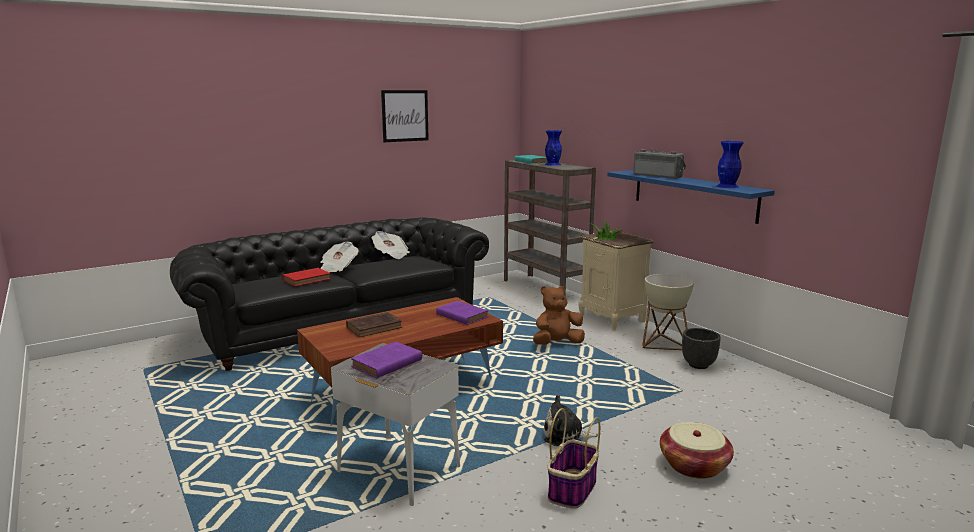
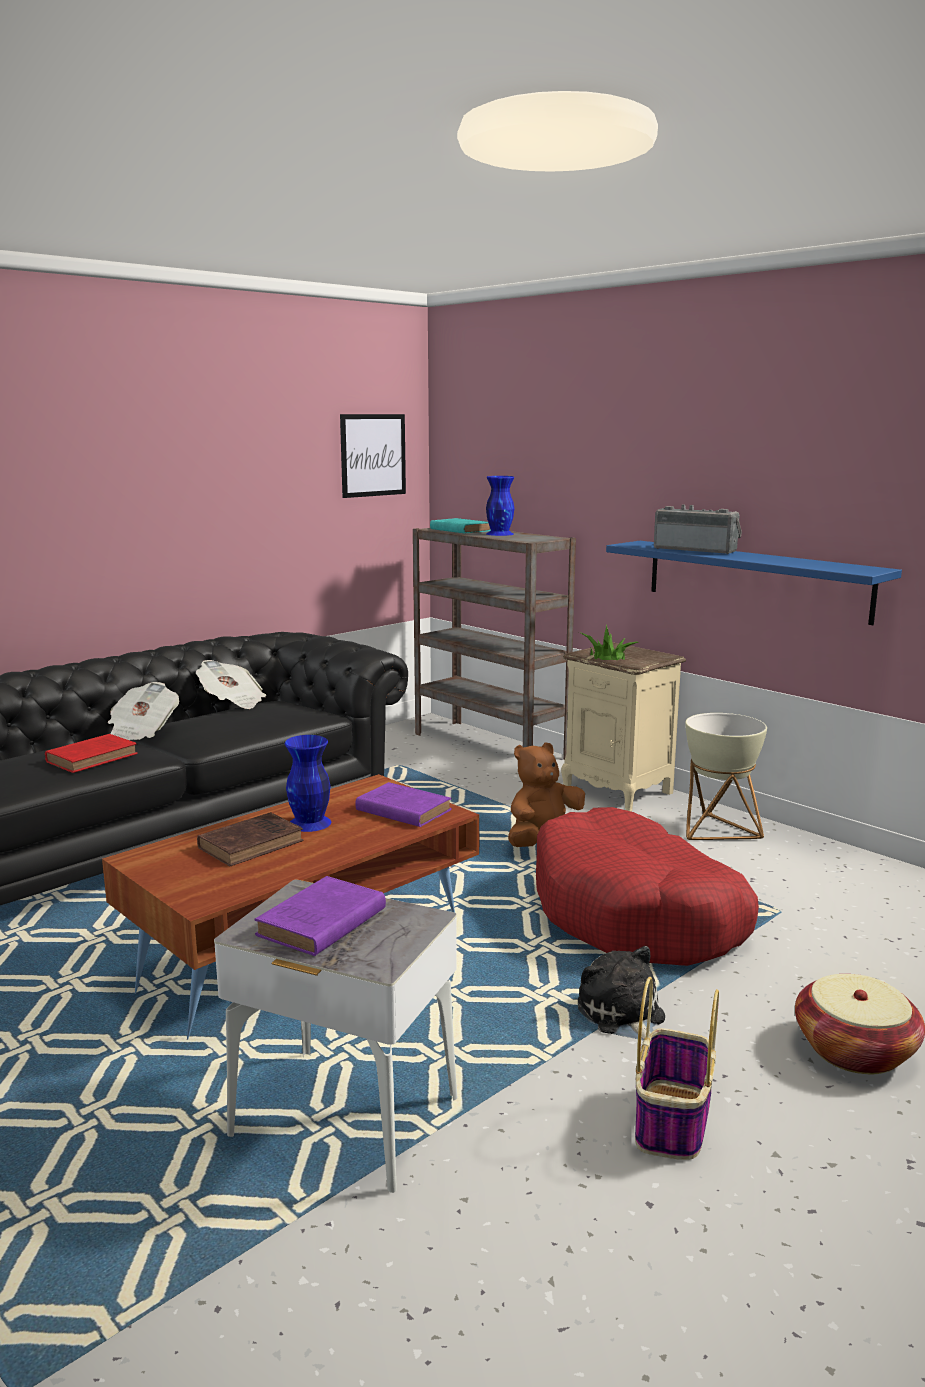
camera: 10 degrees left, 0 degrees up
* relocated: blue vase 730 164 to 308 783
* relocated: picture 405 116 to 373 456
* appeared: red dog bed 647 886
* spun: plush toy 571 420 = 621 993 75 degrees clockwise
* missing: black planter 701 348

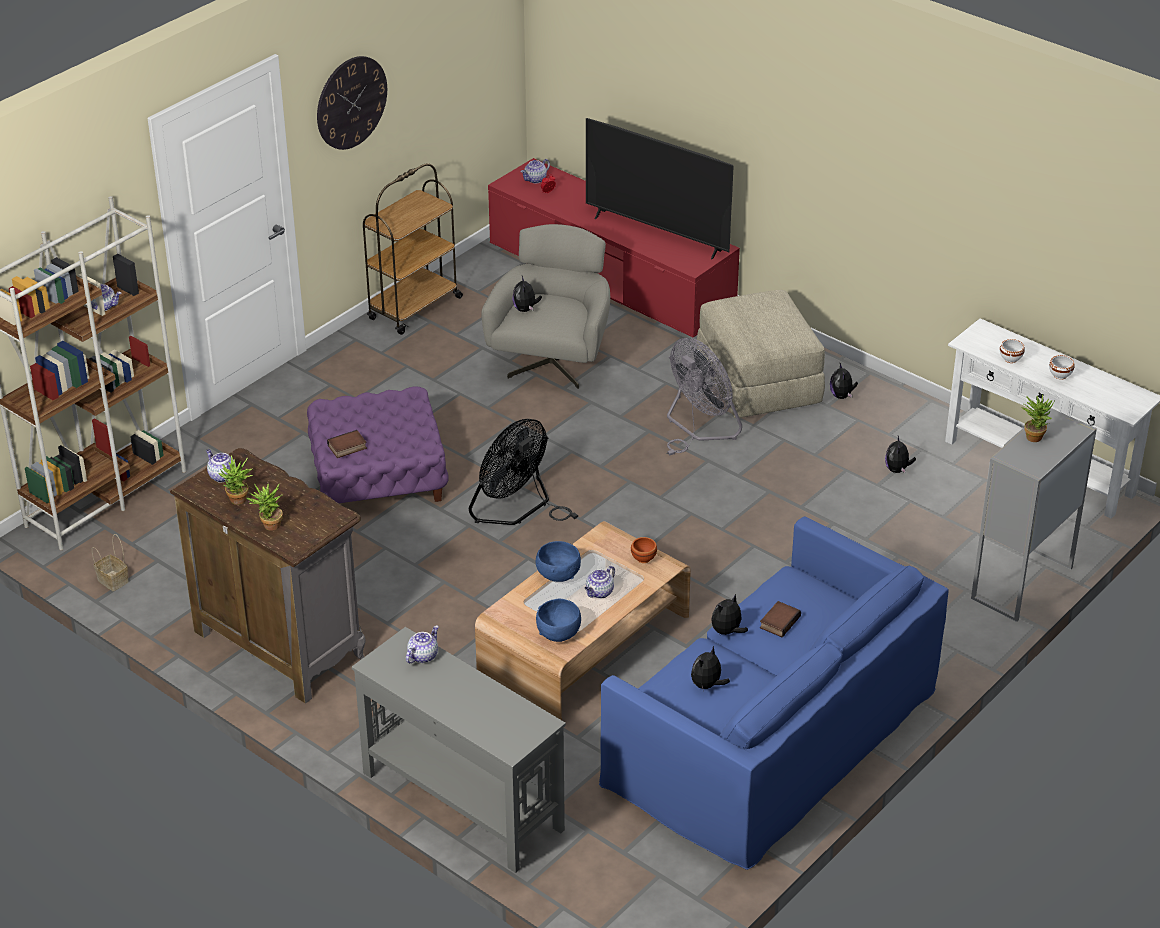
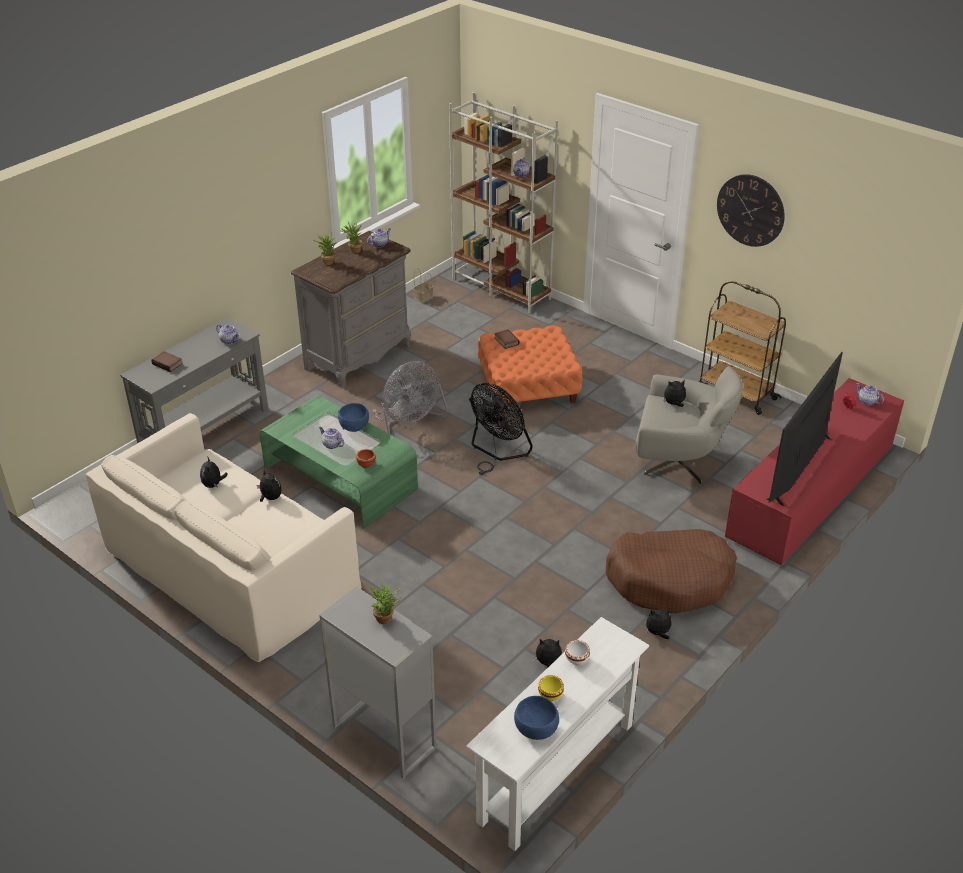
camera: 90 degrees right, 0 degrees up
* colour: blue sofa 774 693 to beige sofa 224 537
* relocated: book 780 619 to 167 361
* spun: plush toy 710 668 = 214 472 135 degrees counterclockwise
* colour: brown coffee table 583 620 to green coffee table 339 462
* relocated: grey fan 704 397 to 410 397
* colour: purple ottoman 378 445 to orange ottoman 530 369
* relocated: blue bowl 558 620 to 536 718
* colour: white bowl 1061 367 to yellow bowl 551 688
* exchanged: beige ottoman 761 354 to brown dog bed 671 571

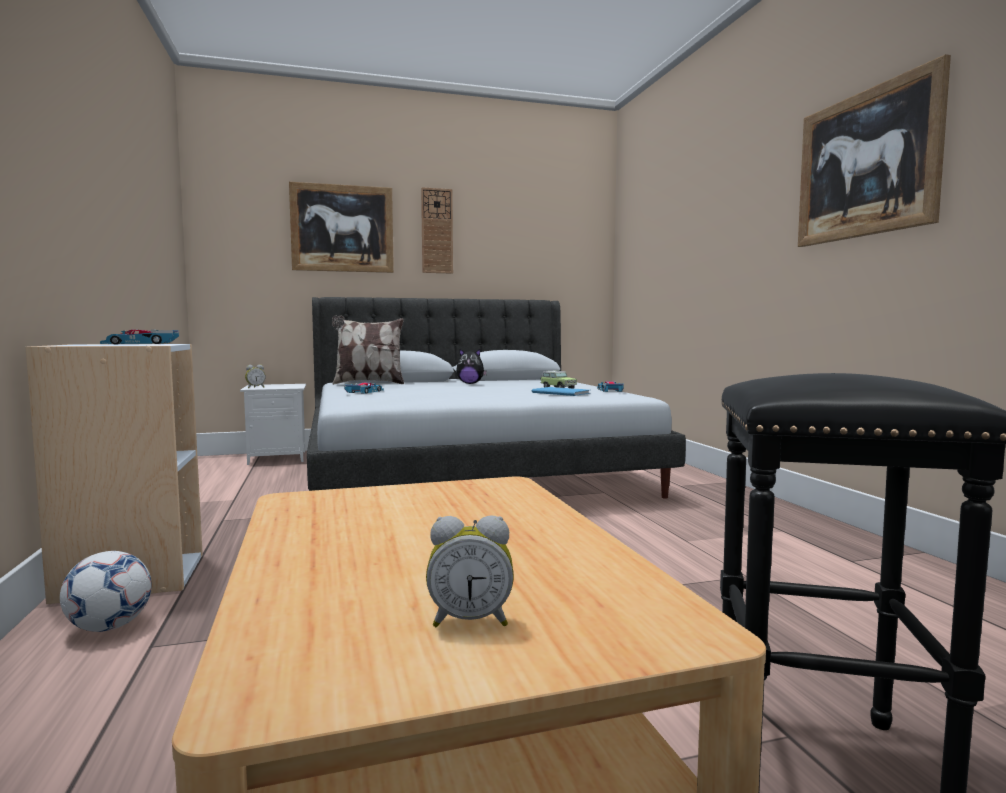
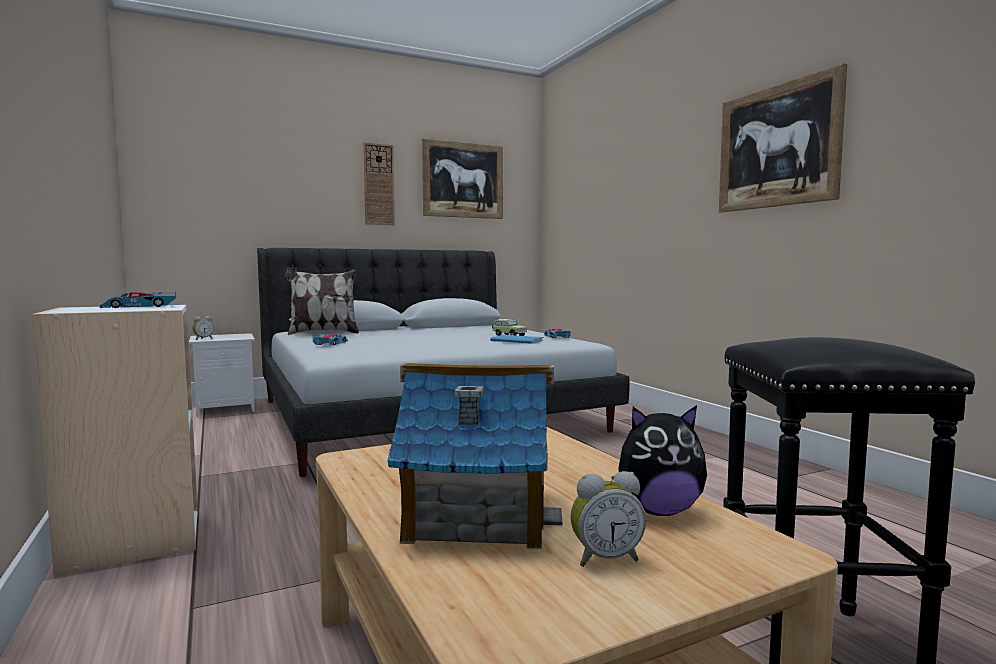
camera: 10 degrees left, 0 degrees up
* appeared: toy house 474 456
* relocated: picture 341 227 to 462 179
* relocated: plush toy 471 366 to 662 460
* missing: football 106 591

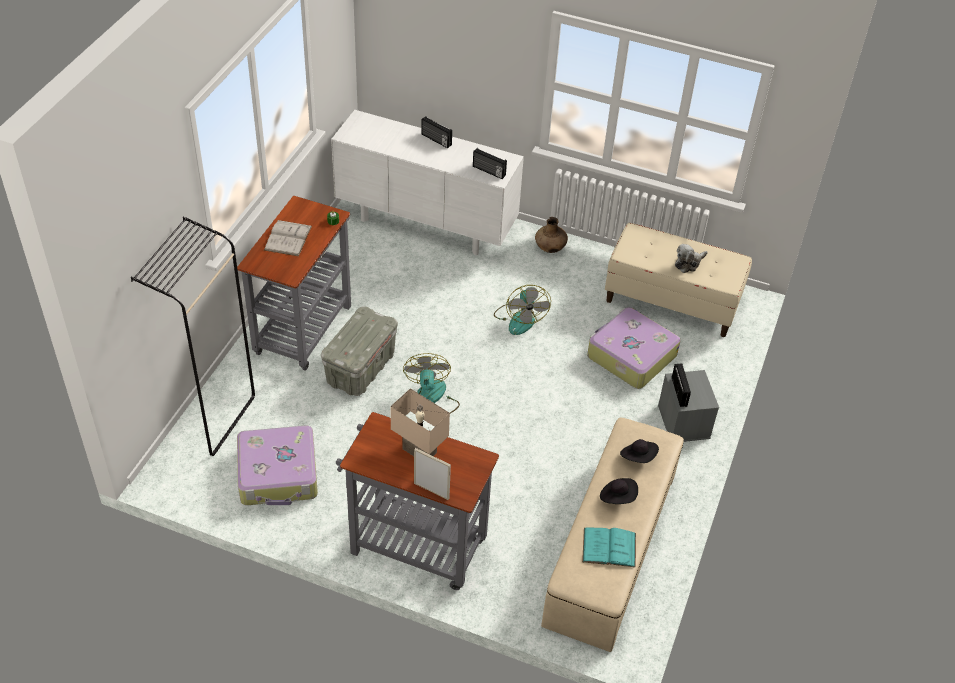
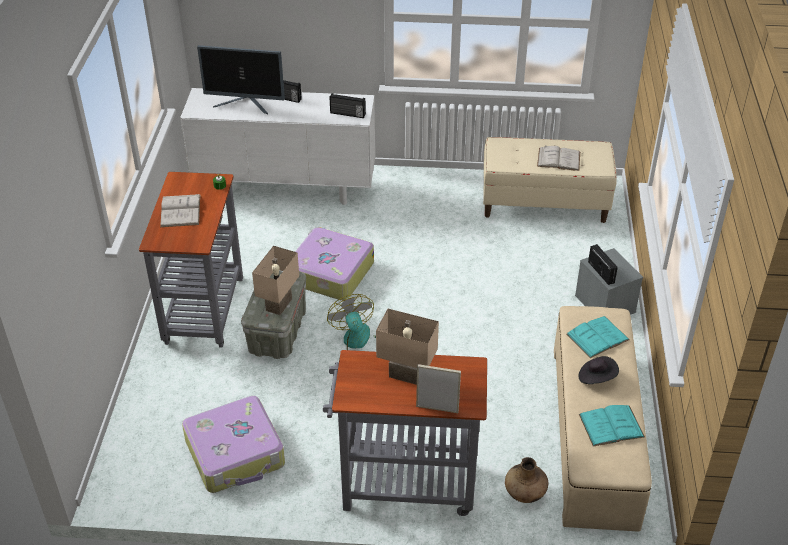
camera: 15 degrees left, 5 degrees down
* appeared: monitor 241 79
* appeared: beige table lamp 275 280
* relocated: suitcase 634 348 to 334 264
* relocated: brown vase 551 235 to 526 480
* exchanged: plush toy 691 258 to white book 558 158
* exchanged: black hat 639 451 to turquoise book 598 337
* missing: black clothes rack 193 336
* missing: fan 522 310

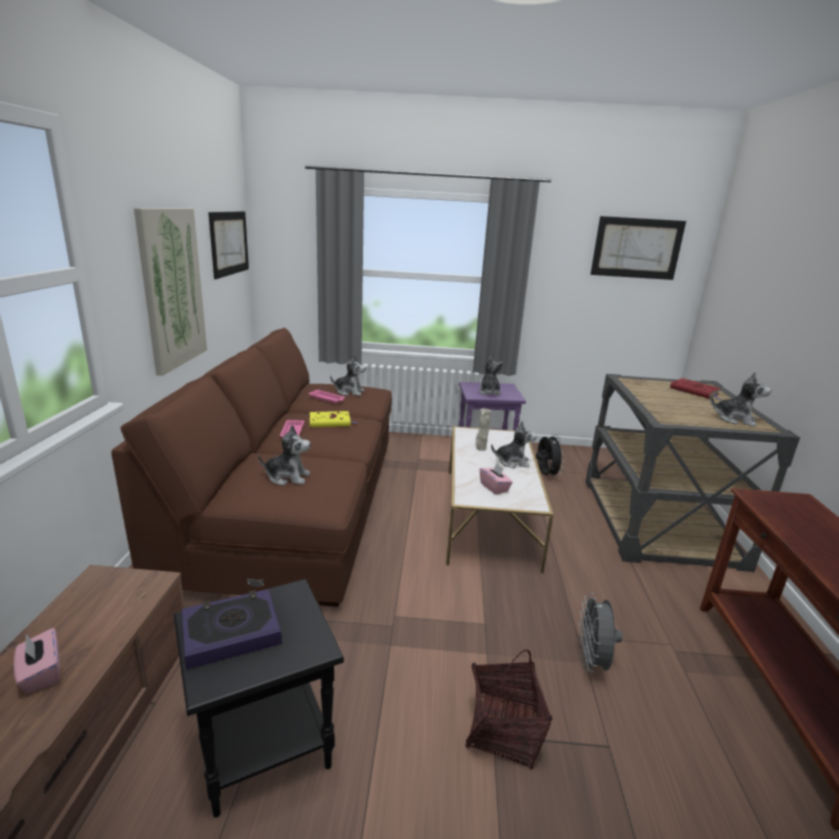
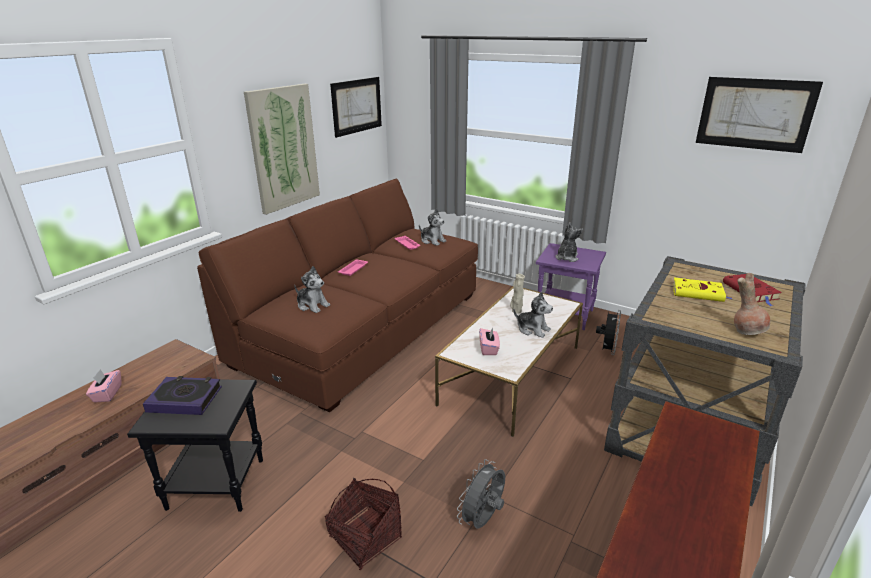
camera: 30 degrees right, 5 degrees up
* relocated: yellow book 333 419 to 702 290
* exchanged: plush toy 740 399 to brown vase 752 304

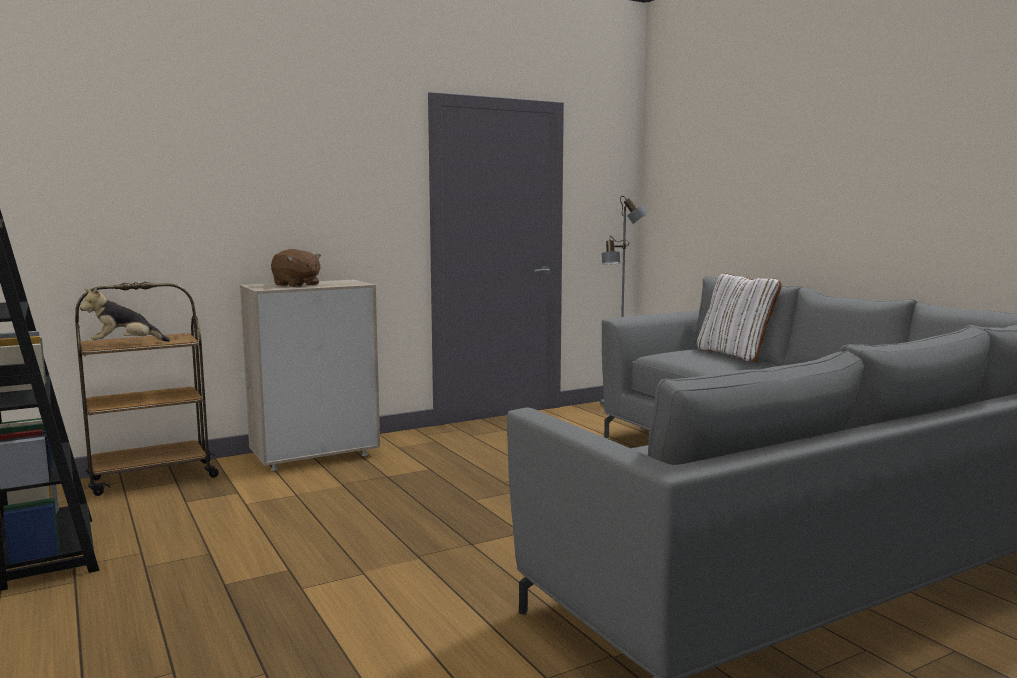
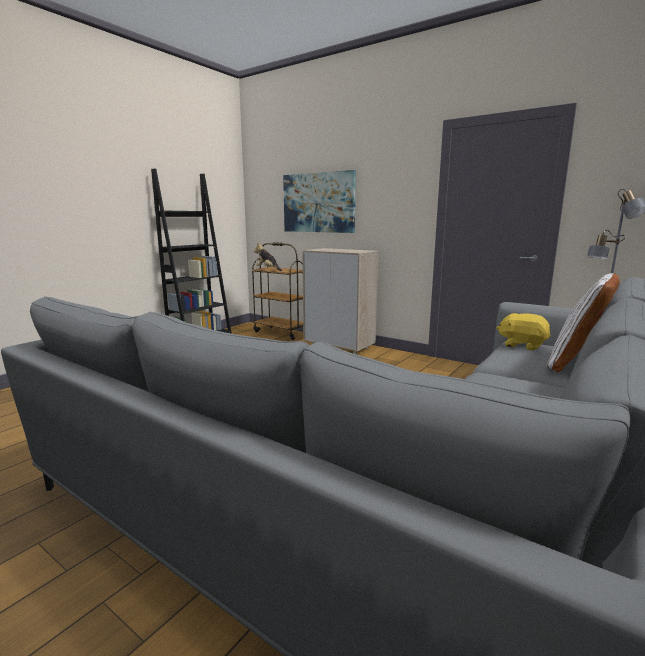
camera: 65 degrees right, 5 degrees up
* appeared: picture 319 201
* appeared: yellow plush toy 524 332
* missing: brown plush toy 296 268

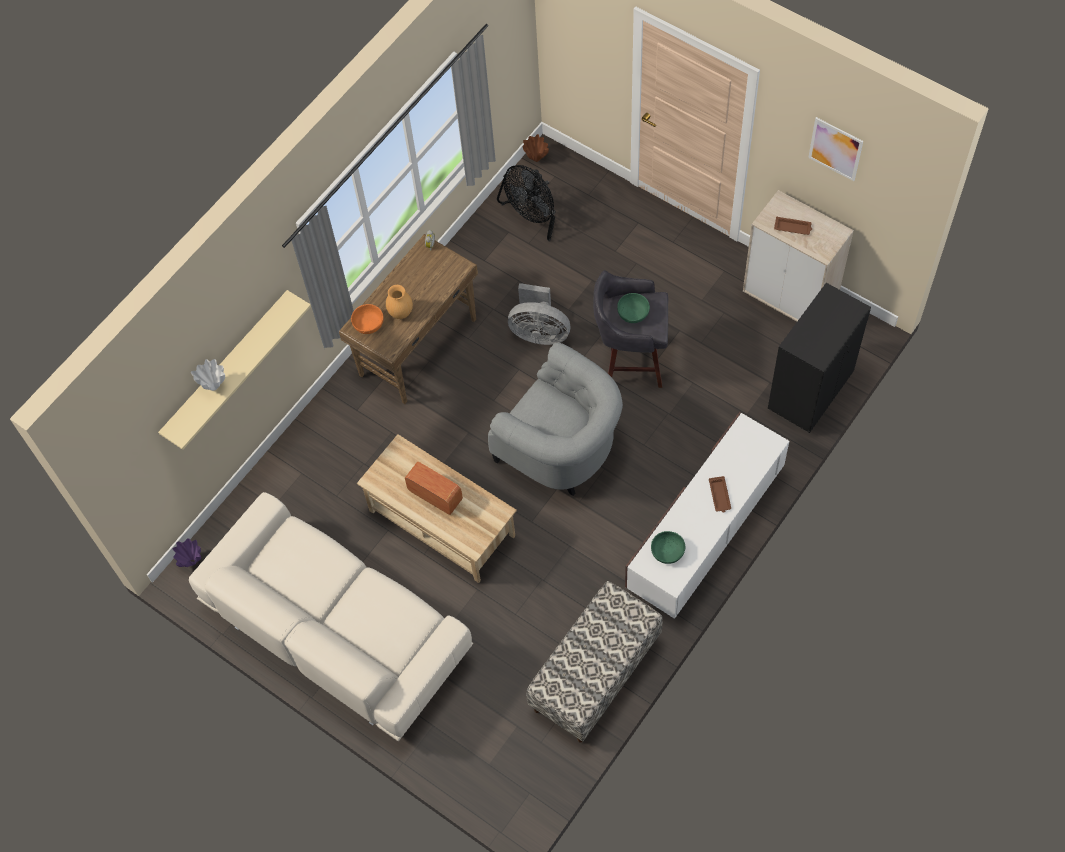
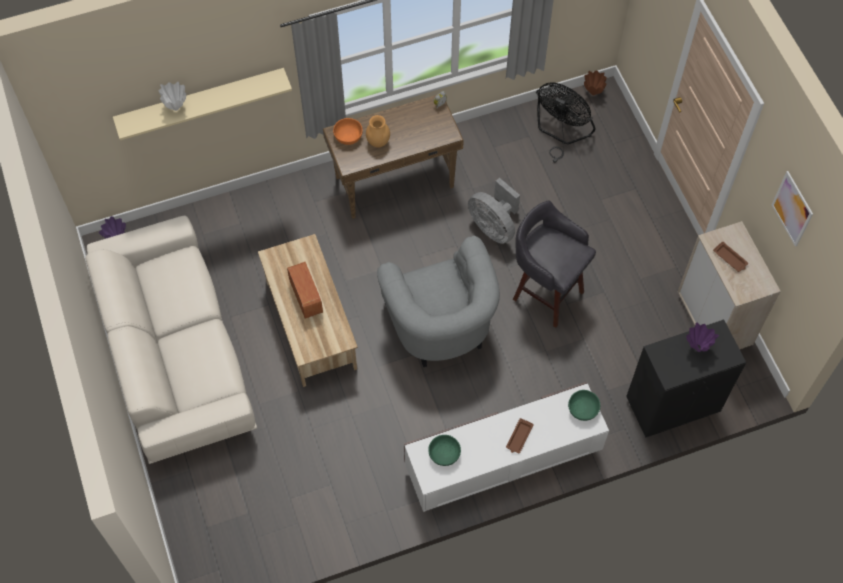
camera: 30 degrees right, 0 degrees up
* spun: black fan 526 203 = 566 122 135 degrees clockwise
* relocated: green bowl 633 308 to 584 405
* appeared: purple vase 702 337
* missing: bench 594 661

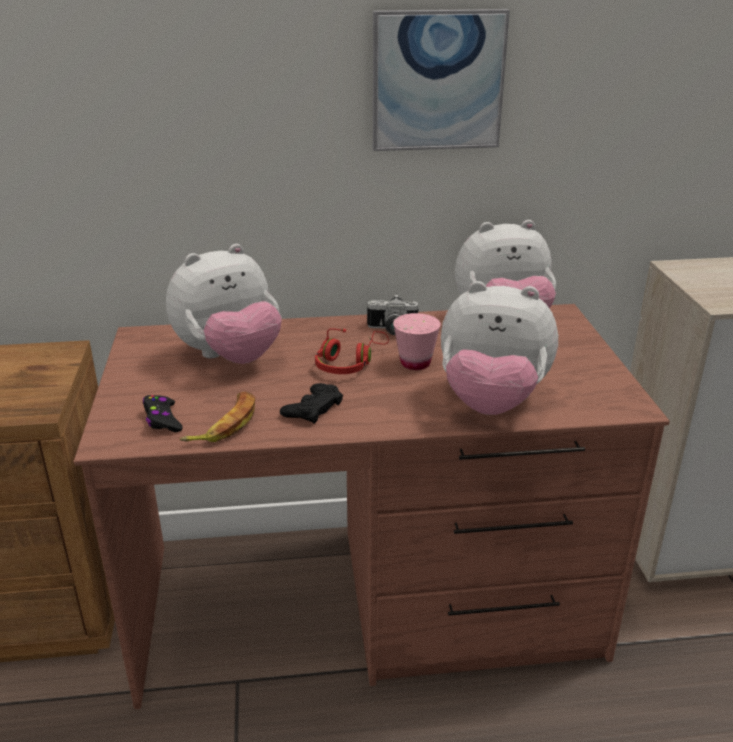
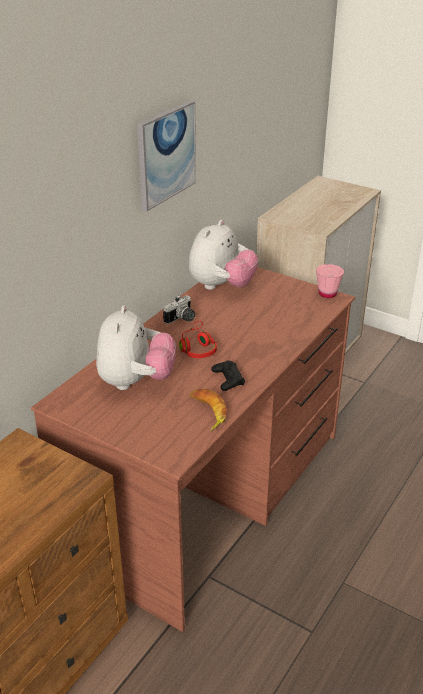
camera: 50 degrees left, 5 degrees up
* relocated: pink cup 417 341 to 330 281
* missing: black game controller 163 413
* missing: plush toy 499 348

